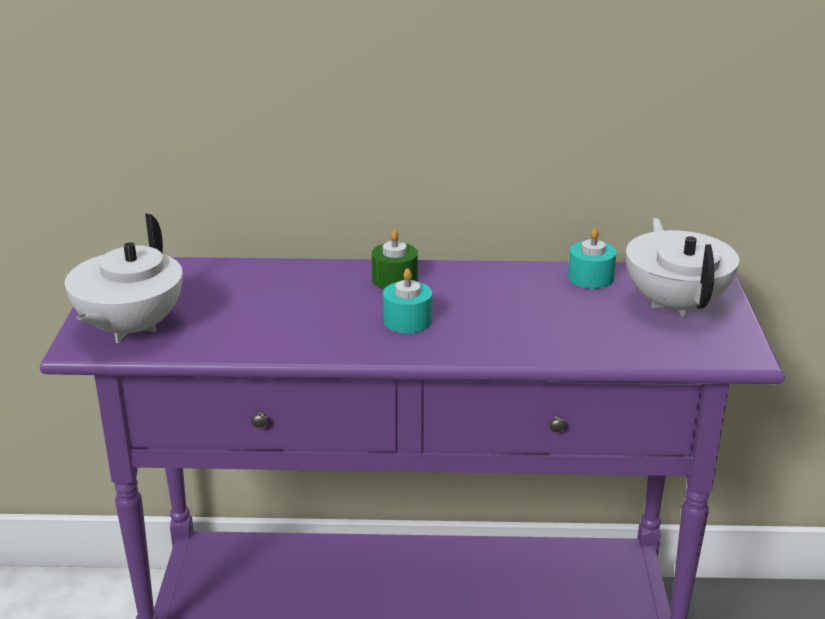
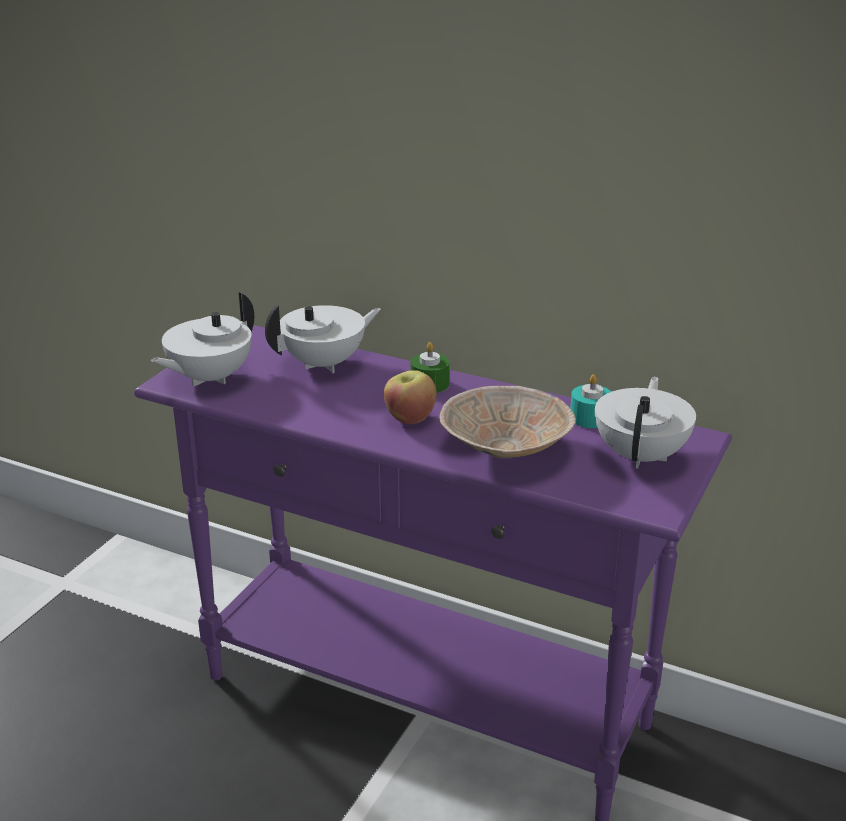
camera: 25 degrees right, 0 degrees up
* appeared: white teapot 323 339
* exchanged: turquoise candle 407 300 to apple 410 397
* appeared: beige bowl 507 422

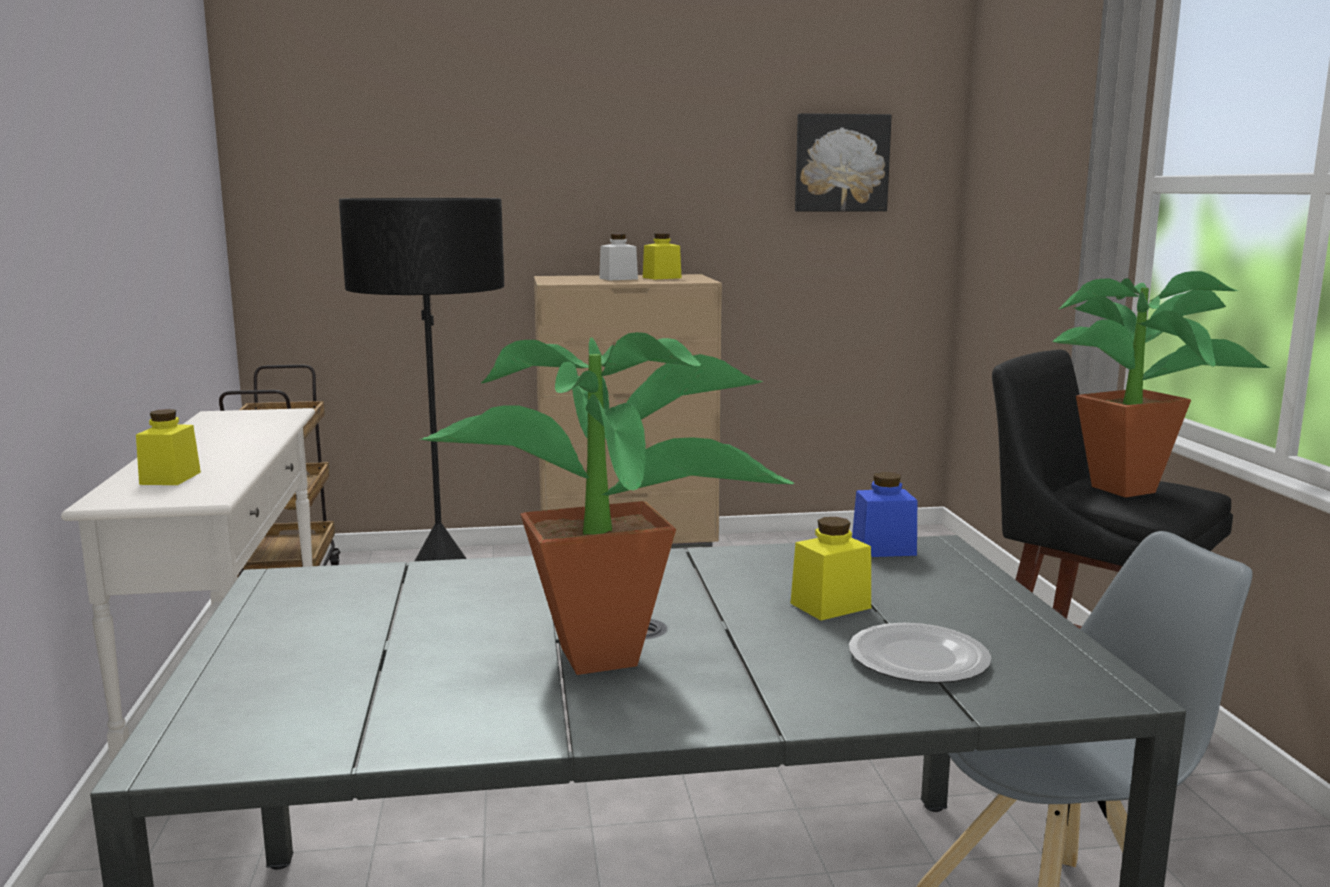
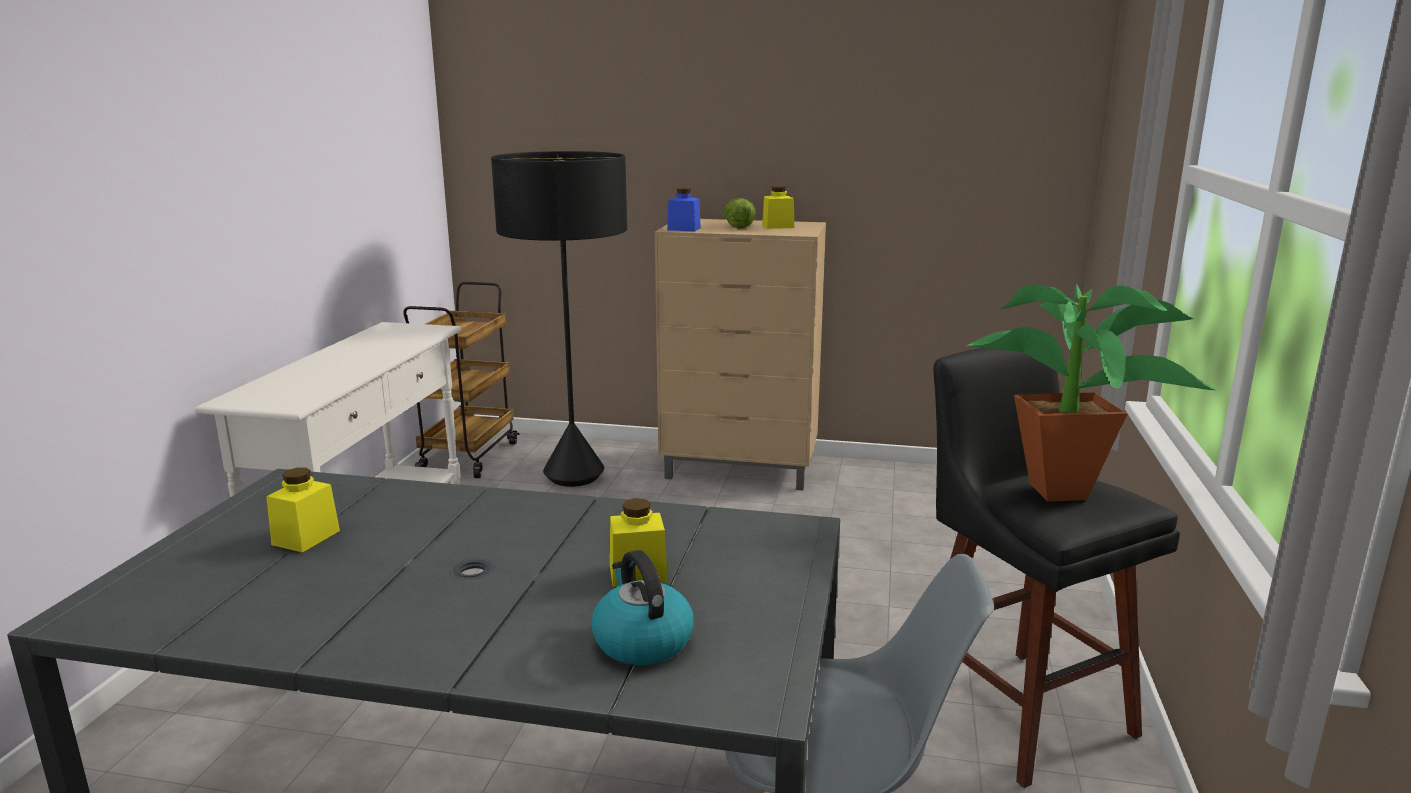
camera: 20 degrees right, 5 degrees up
* relocated: yellow jar 168 447 to 303 510
* exchanged: plate 920 653 to kettle 642 607
* relocated: blue jar 884 514 to 684 209
* exchanged: white jar 618 257 to lettuce 740 213
* missing: potted plant 607 503
* missing: picture 843 162

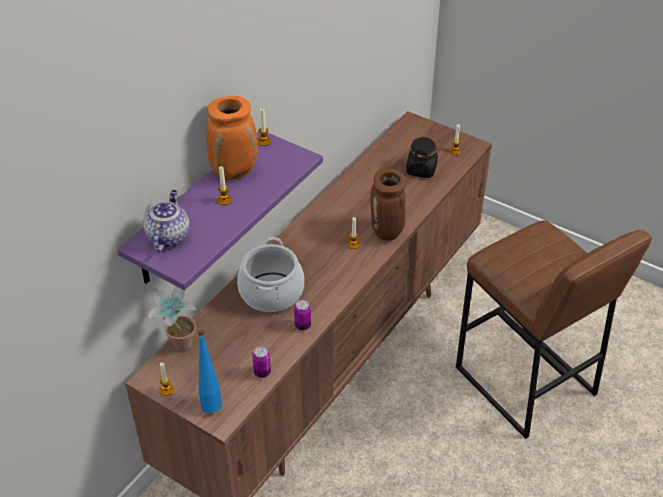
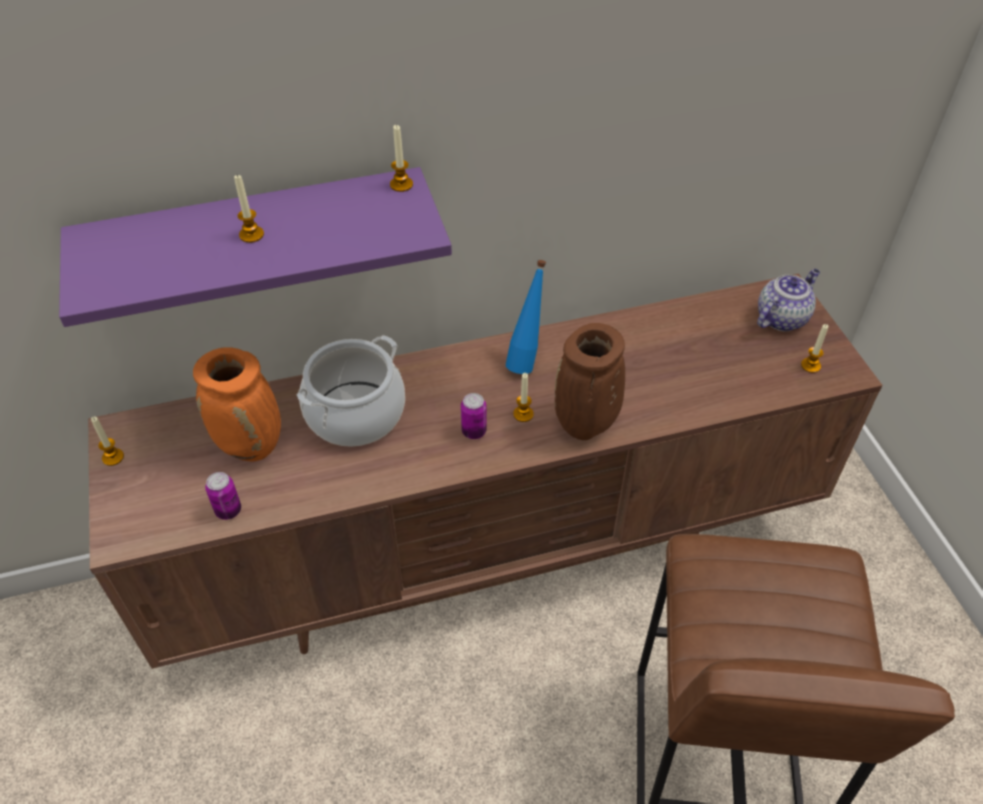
camera: 40 degrees right, 5 degrees up
* relocated: orange vase 232 138 to 237 404
* relocated: can 302 315 to 474 416
* relocated: blue bottle 210 371 to 526 317
* relocated: teapot 166 221 to 788 300
* missing: potted plant 172 319
* missing: black jar 422 157

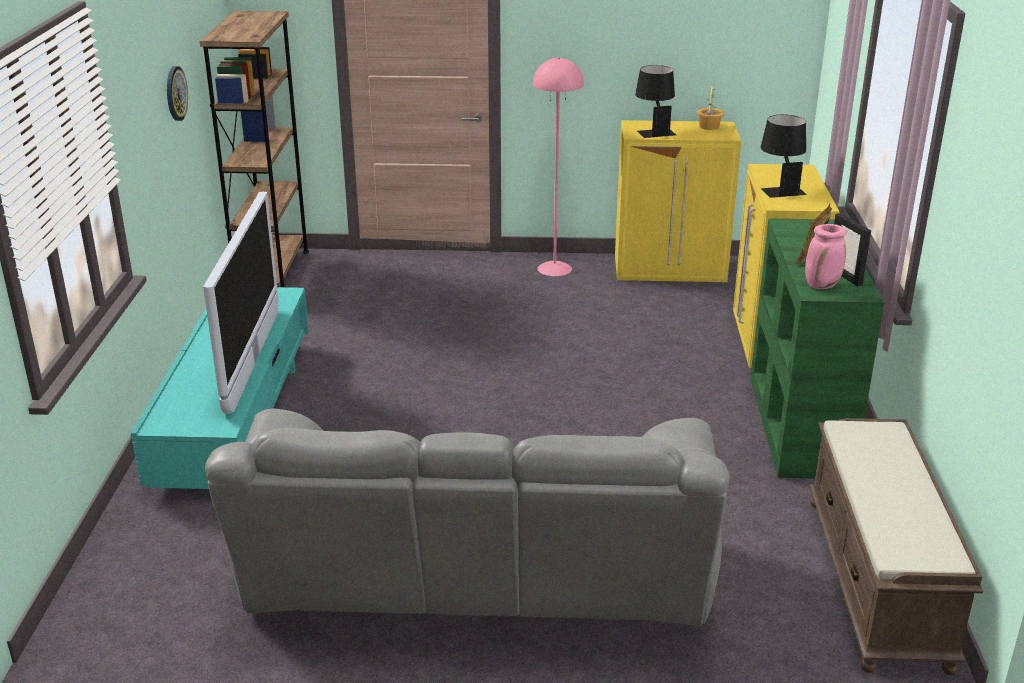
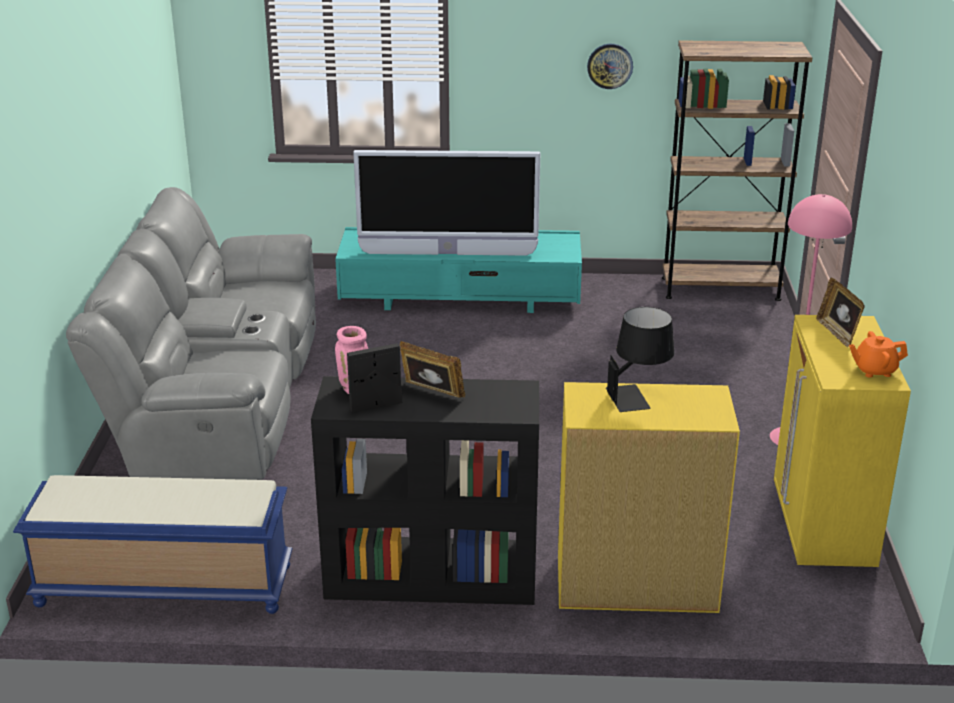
camera: 90 degrees right, 0 degrees up
* colour: brown bench 896 546 to blue bench 153 544
* colour: green bookcase 817 348 to black bookcase 425 490
* exchanged: black table lamp 655 101 to picture frame 840 313
* exchanged: potted plant 710 107 to orange teapot 878 354

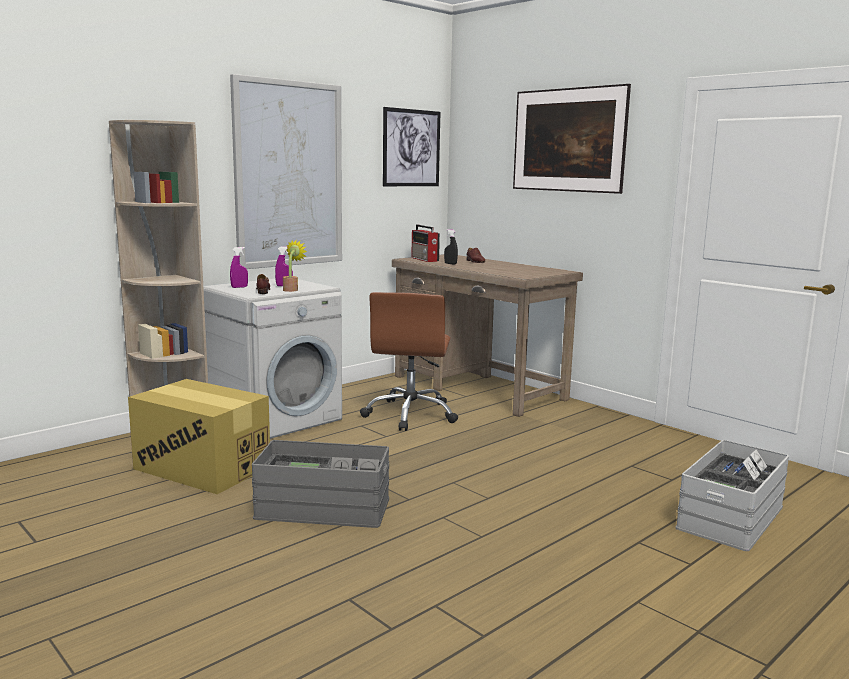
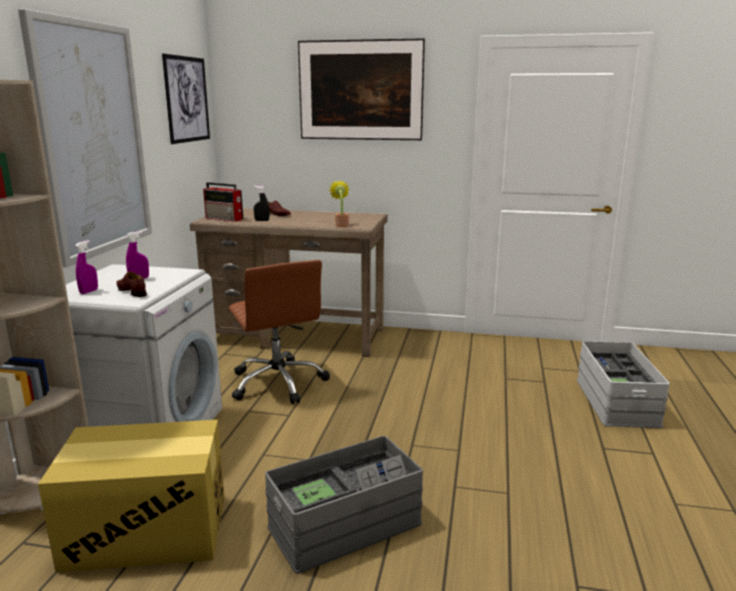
camera: 35 degrees left, 5 degrees up
* relocated: potted plant 295 265 to 339 203

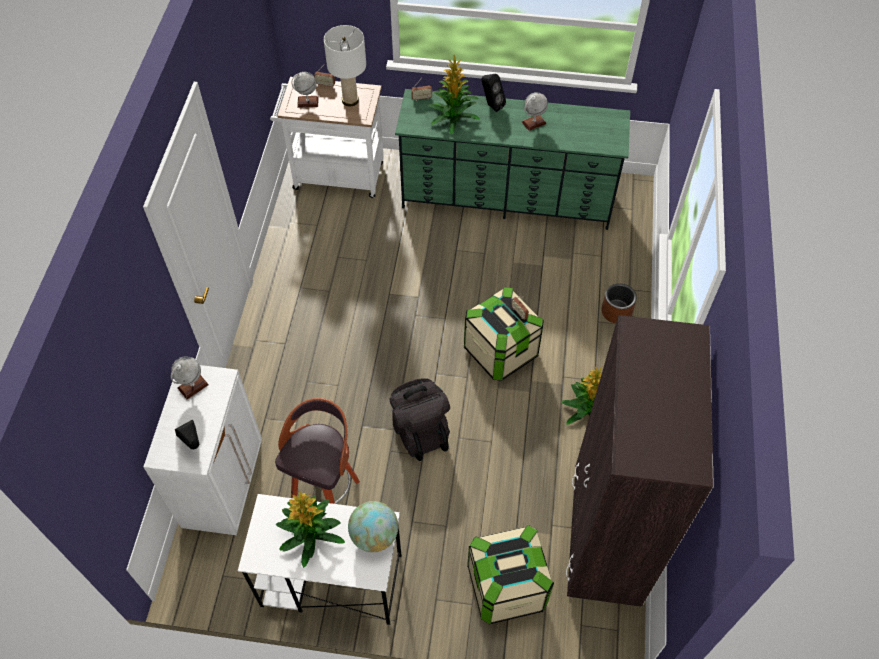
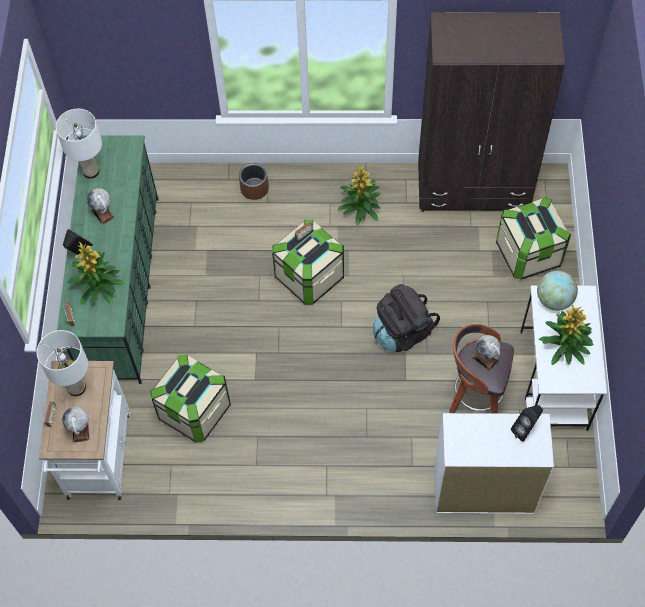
camera: 95 degrees left, 5 degrees up
* appeared: white table lamp 79 144
* appeared: storage box 190 398
* relocated: globe 190 377 to 486 353

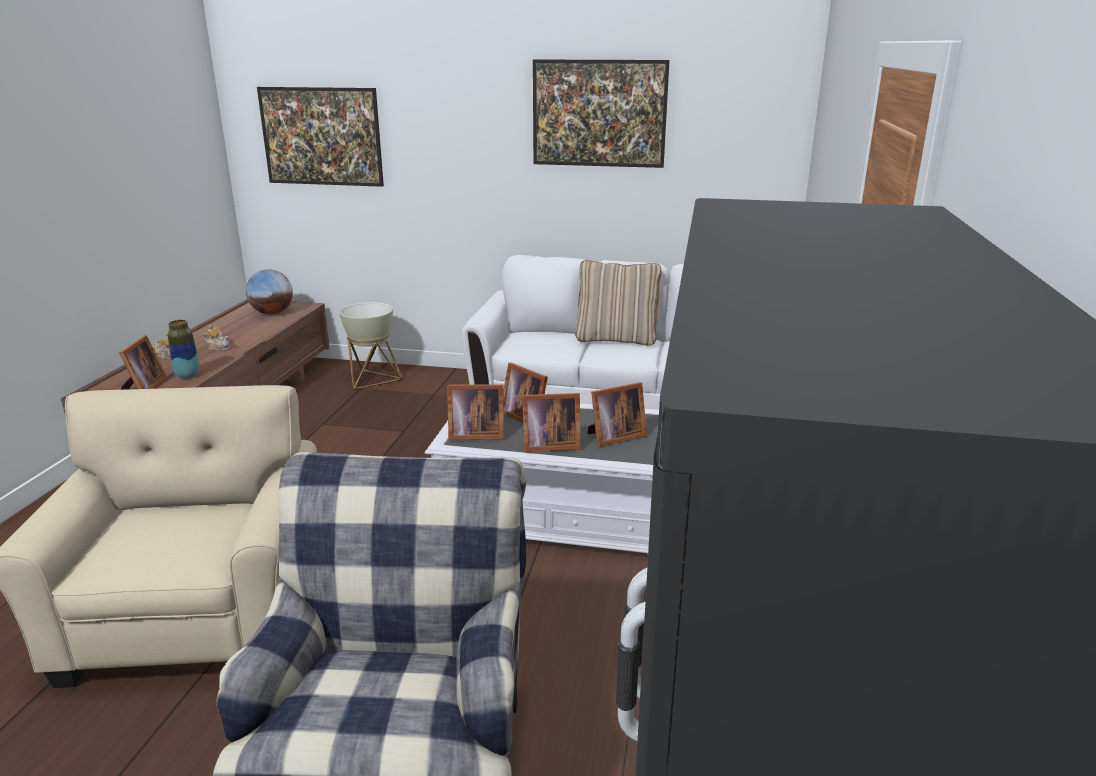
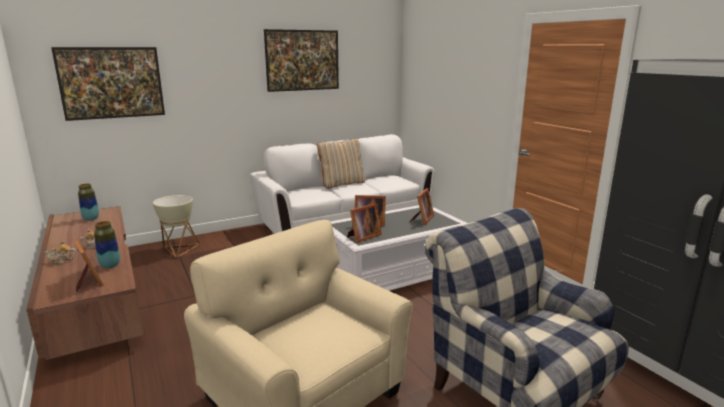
camera: 40 degrees left, 5 degrees down
* exchanged: globe 269 291 to vase 88 202
* missing: picture frame 551 422

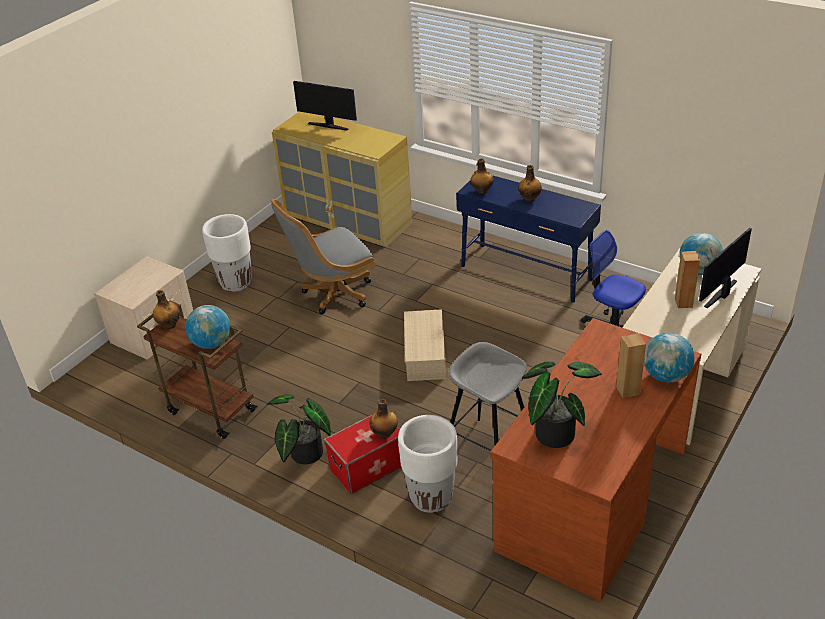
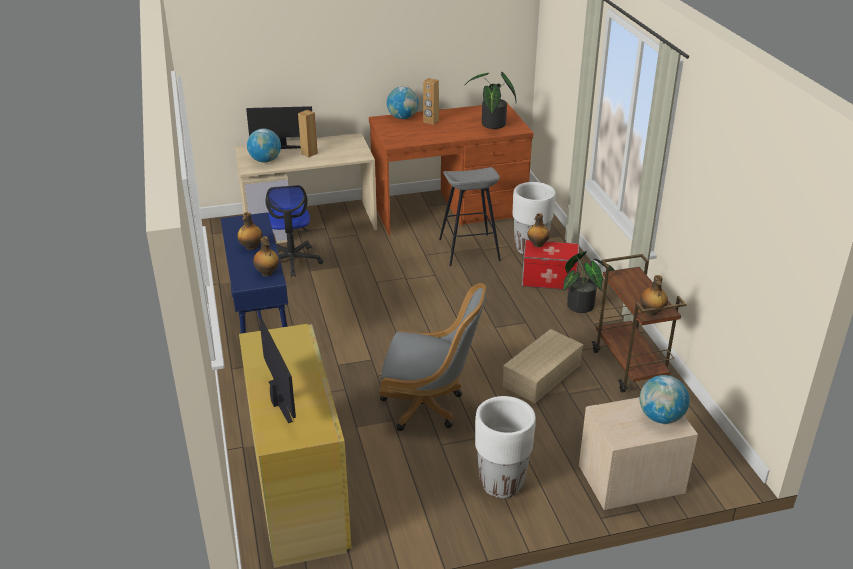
camera: 140 degrees left, 5 degrees down
* relocated: beige storage box 425 345 to 543 366
* relocated: globe 208 327 to 665 399

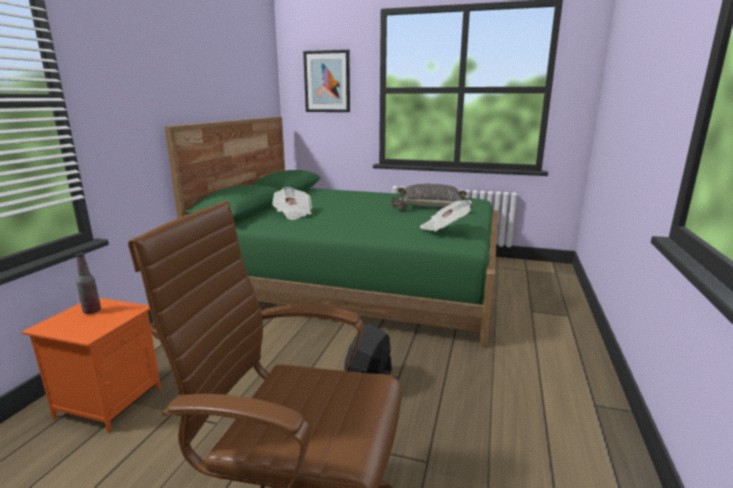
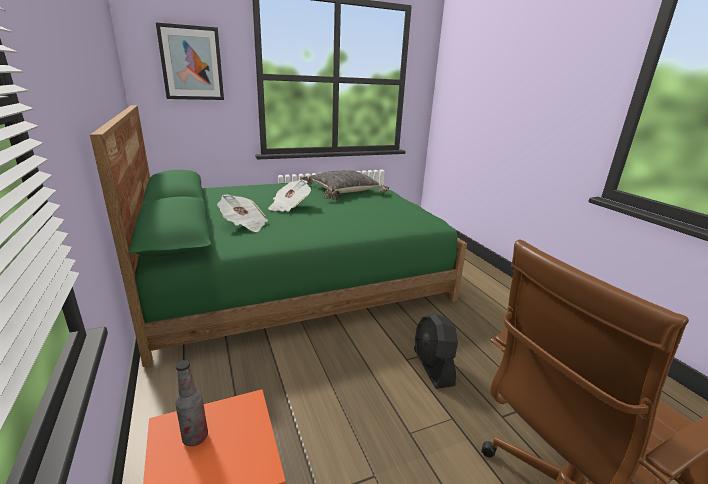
camera: 40 degrees left, 5 degrees up
* relocated: newspaper 446 216 to 289 195

